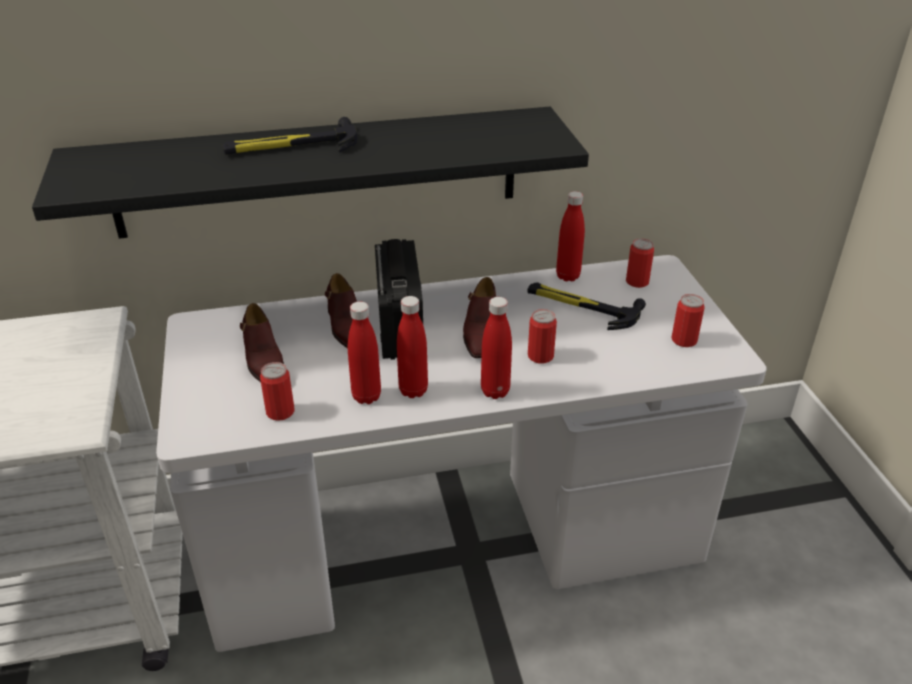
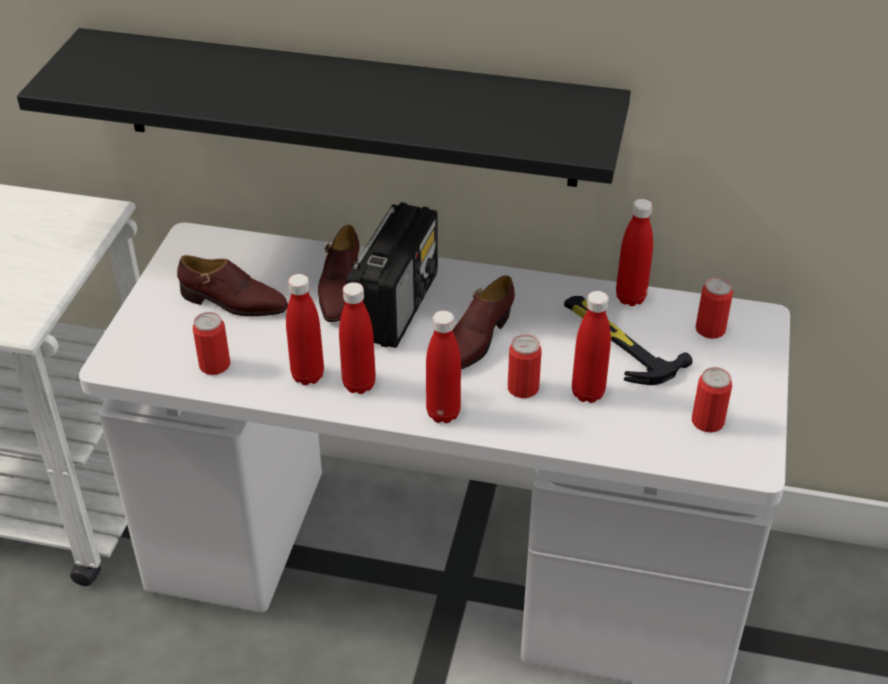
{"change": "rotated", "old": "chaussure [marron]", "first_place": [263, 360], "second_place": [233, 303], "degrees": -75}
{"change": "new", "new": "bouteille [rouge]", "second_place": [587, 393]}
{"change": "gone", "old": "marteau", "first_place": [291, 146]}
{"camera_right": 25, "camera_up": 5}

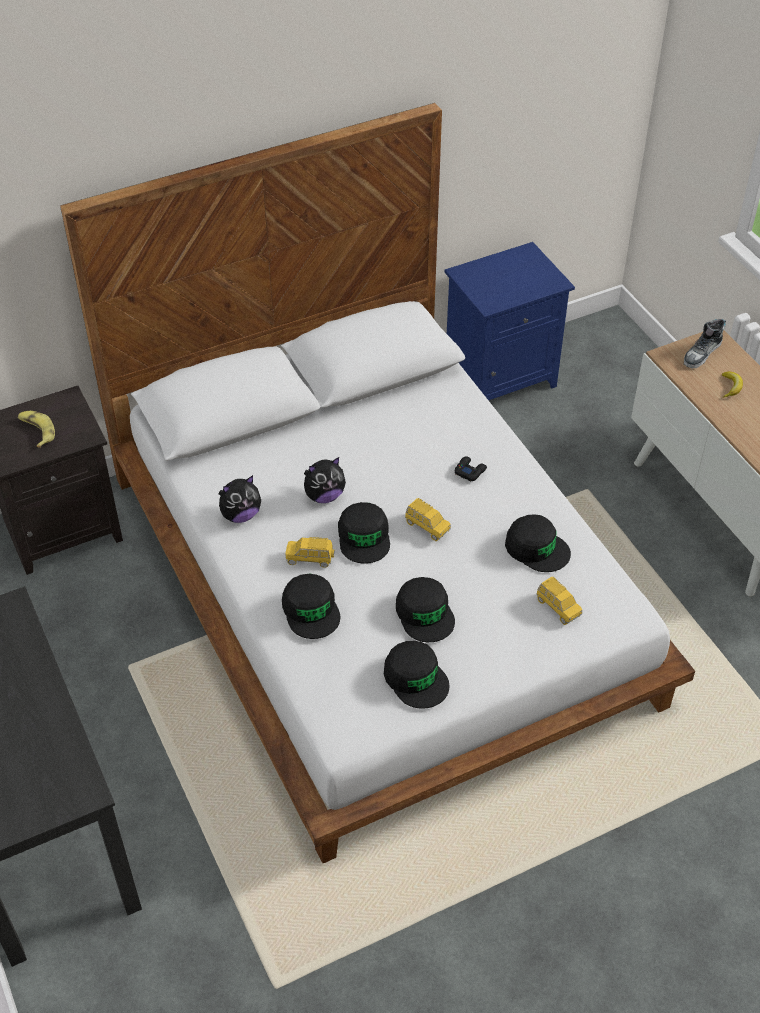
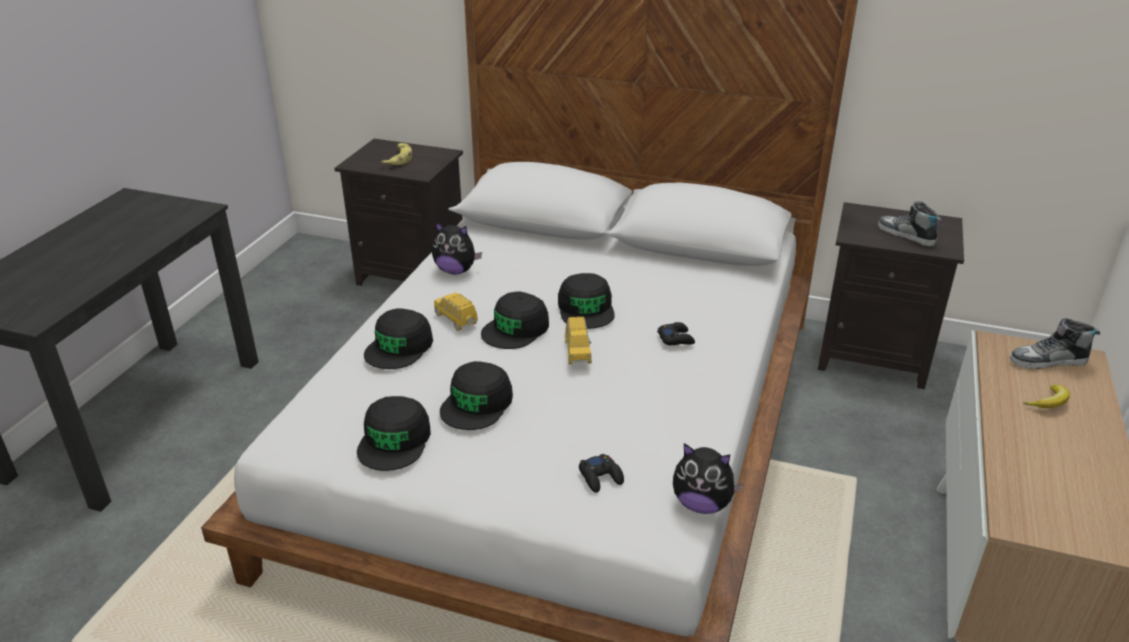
{"change": "shifted", "old": "casquette [noir]", "first_place": [537, 548], "second_place": [586, 309]}
{"change": "swapped", "old": "petite voiture [jaune]", "new": "manette [noir]", "first_place": [558, 607], "second_place": [601, 477]}
{"change": "shifted", "old": "peluche", "first_place": [324, 495], "second_place": [702, 504]}
{"change": "repainted", "old": "table de chevet [bleu]", "new": "table de chevet [noir]", "first_place": [500, 377], "second_place": [874, 356]}
{"change": "new", "new": "chaussure", "second_place": [906, 235]}
{"camera_right": 45, "camera_up": -15}

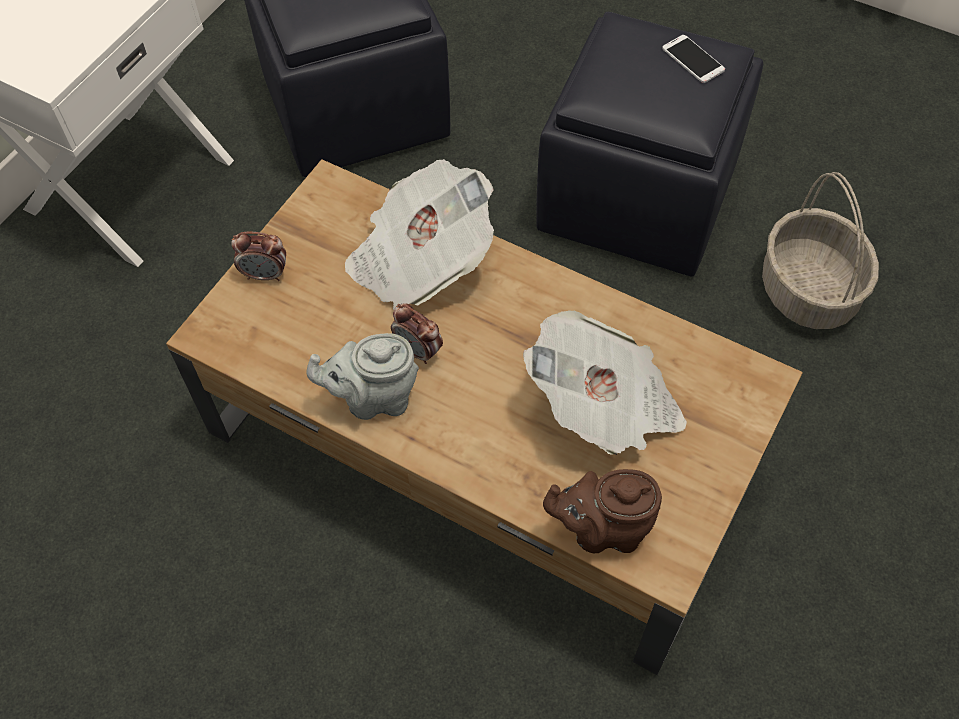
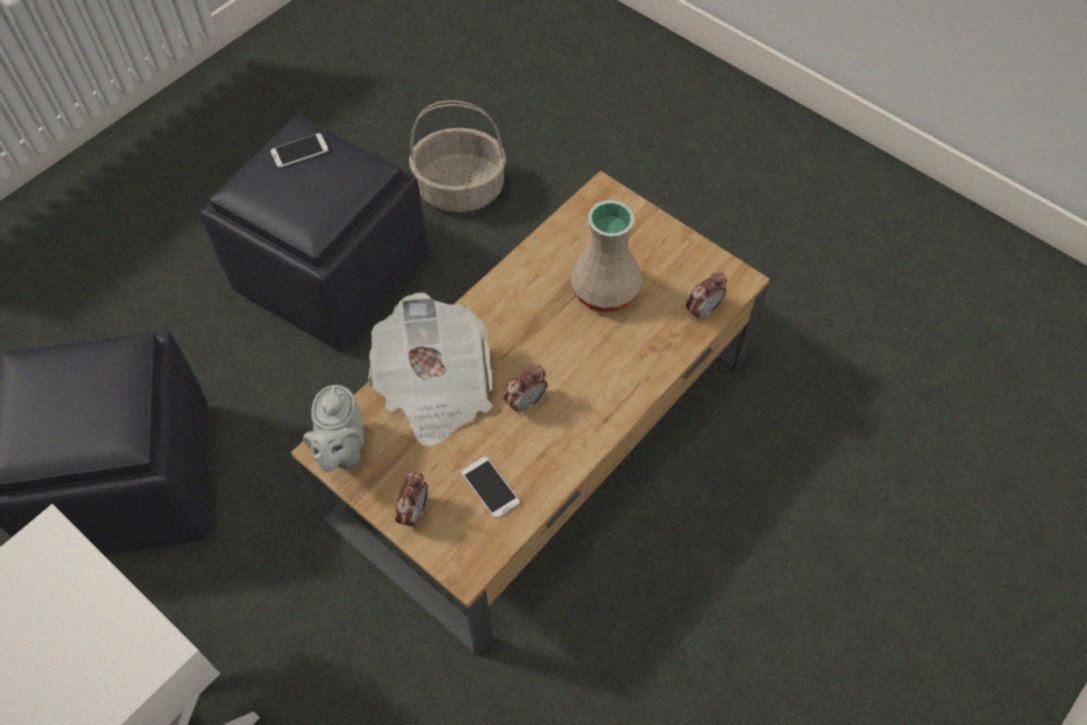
{"change": "shifted", "old": "théière [gris]", "first_place": [374, 398], "second_place": [341, 450]}
{"change": "new", "new": "téléphone", "second_place": [490, 487]}
{"change": "swapped", "old": "journal", "new": "vase [beige]", "first_place": [604, 406], "second_place": [604, 289]}
{"change": "swapped", "old": "théière [marron]", "new": "réveil", "first_place": [602, 529], "second_place": [703, 311]}
{"camera_right": -80, "camera_up": 0}

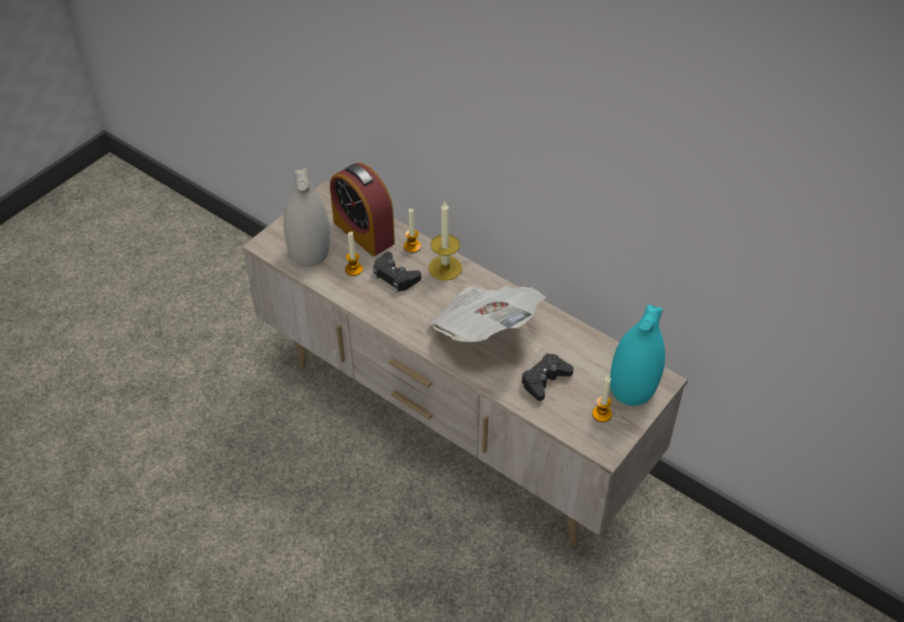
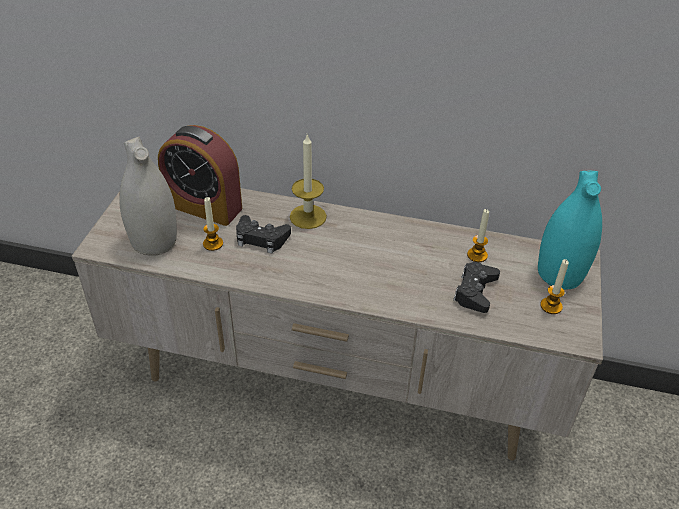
{"change": "shifted", "old": "bougie", "first_place": [412, 246], "second_place": [477, 255]}
{"change": "gone", "old": "journal", "first_place": [485, 329]}
{"camera_right": -25, "camera_up": -5}

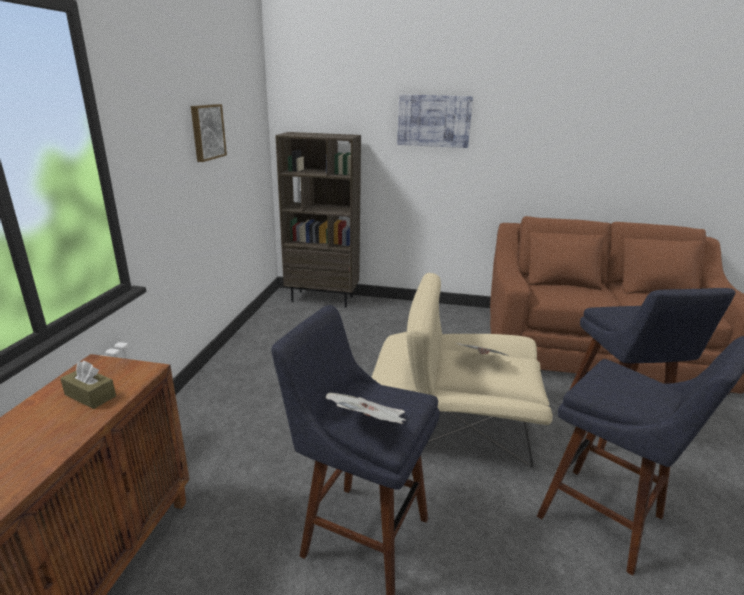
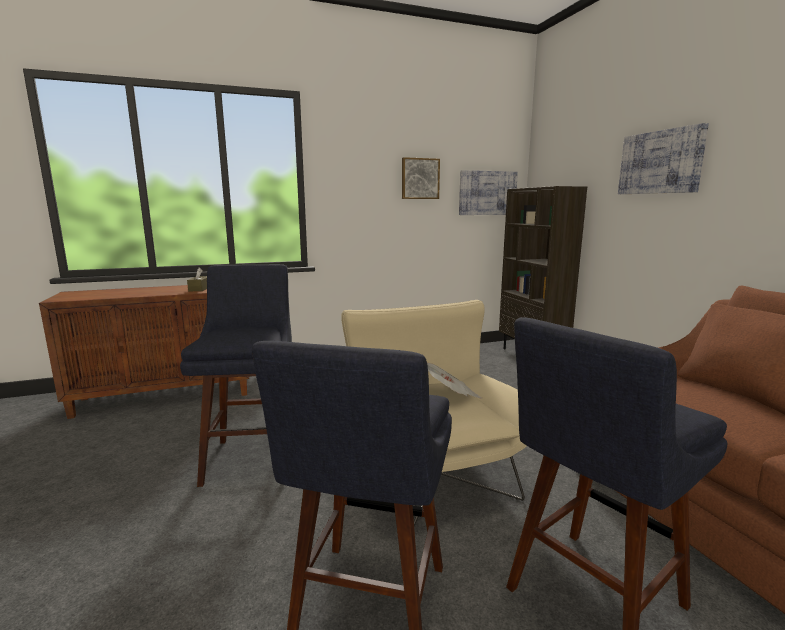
{"change": "new", "new": "tableau", "second_place": [487, 193]}
{"change": "gone", "old": "journal", "first_place": [369, 425]}
{"camera_right": 60, "camera_up": -10}

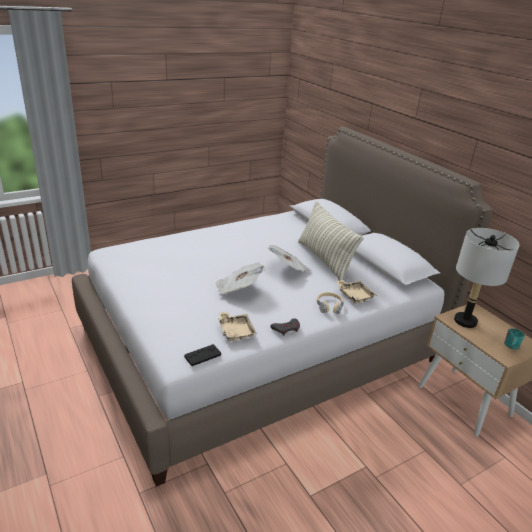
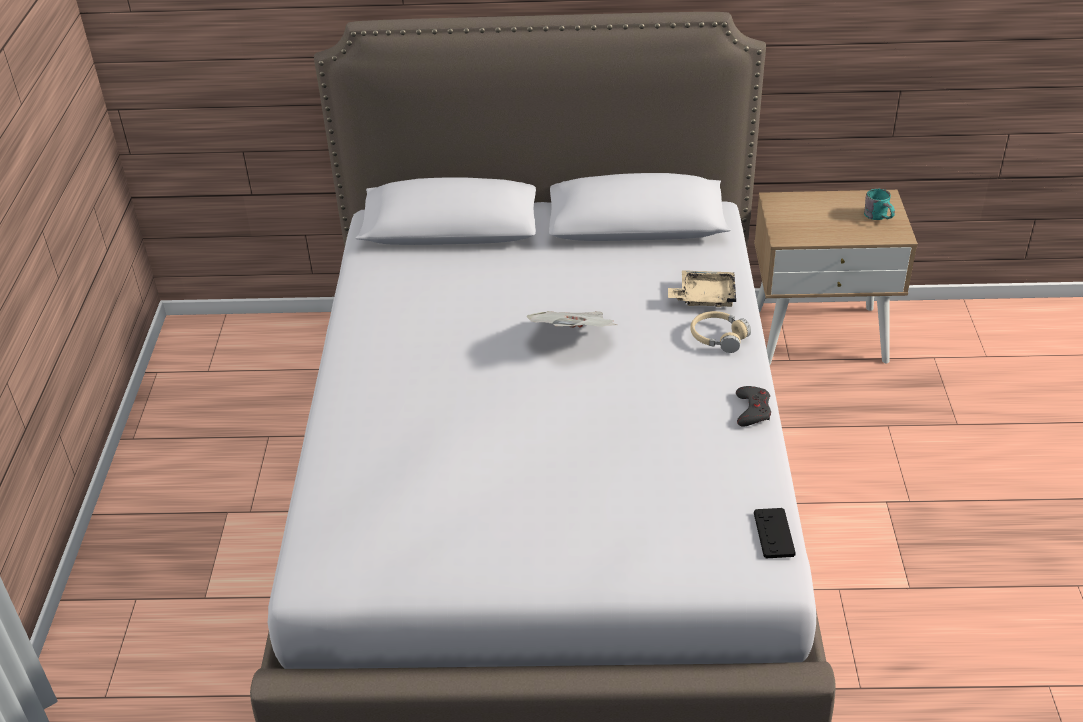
{"change": "gone", "old": "journal", "first_place": [238, 289]}
{"change": "gone", "old": "plateau [beige]", "first_place": [235, 331]}
{"change": "gone", "old": "coussin", "first_place": [324, 260]}
{"change": "gone", "old": "lampe de table [gris]", "first_place": [465, 321]}
{"camera_right": -55, "camera_up": 10}

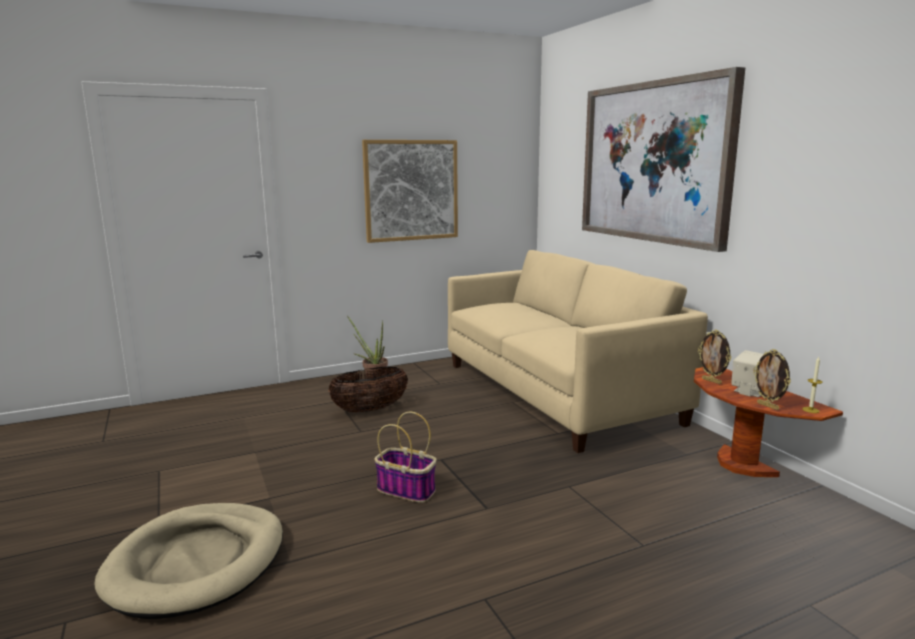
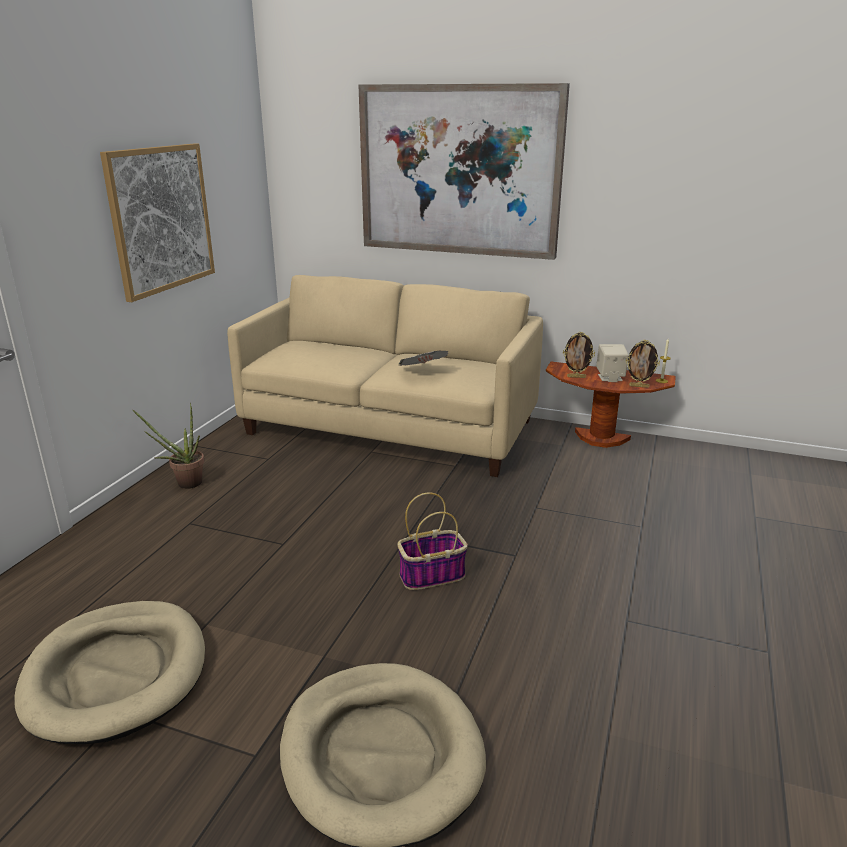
{"change": "new", "new": "panier pour chien [beige]", "second_place": [117, 674]}
{"change": "new", "new": "journal", "second_place": [423, 372]}
{"change": "gone", "old": "panier", "first_place": [370, 410]}
{"camera_right": -45, "camera_up": 10}

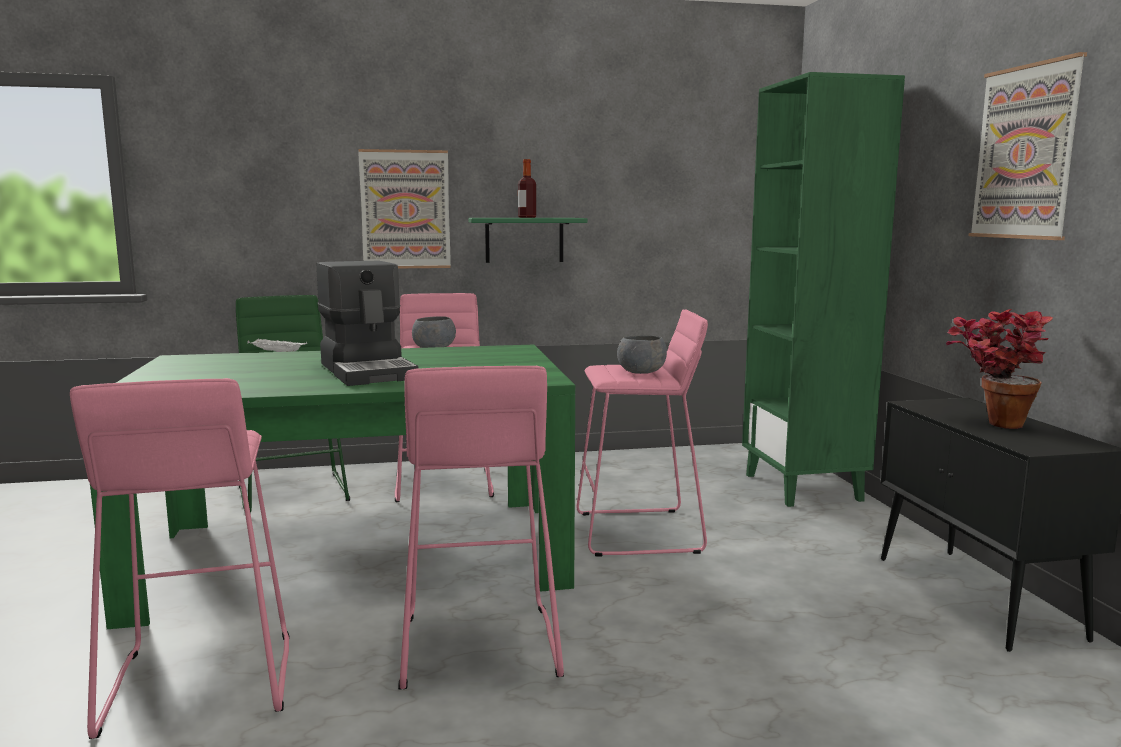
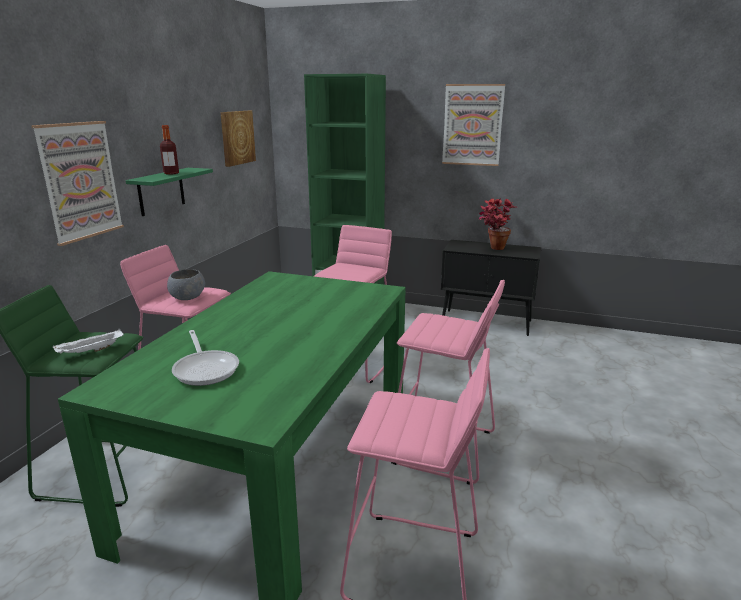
{"change": "new", "new": "poêle", "second_place": [206, 369]}
{"change": "new", "new": "tableau", "second_place": [237, 137]}
{"change": "gone", "old": "machine à café", "first_place": [369, 371]}
{"change": "gone", "old": "bol [gris]", "first_place": [641, 372]}
{"camera_right": -60, "camera_up": 10}

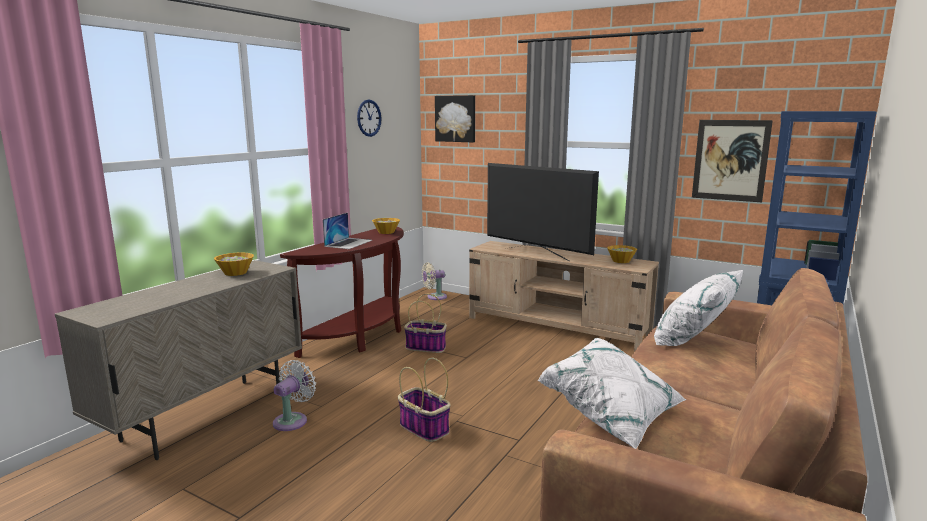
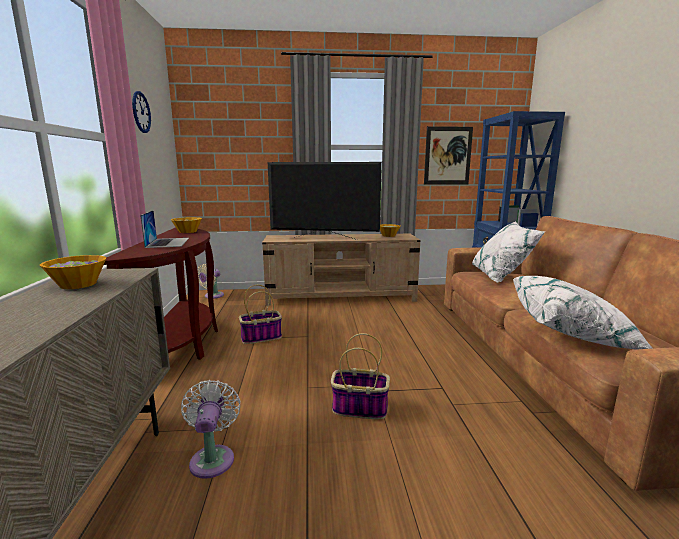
{"change": "gone", "old": "tableau", "first_place": [456, 118]}
{"camera_right": -35, "camera_up": 0}

